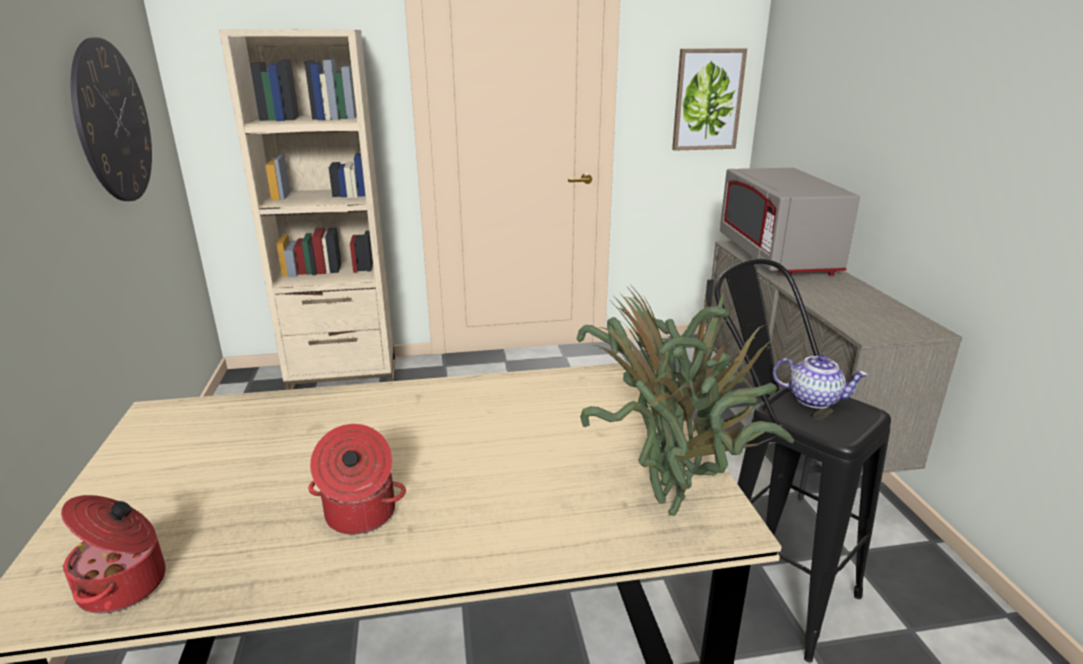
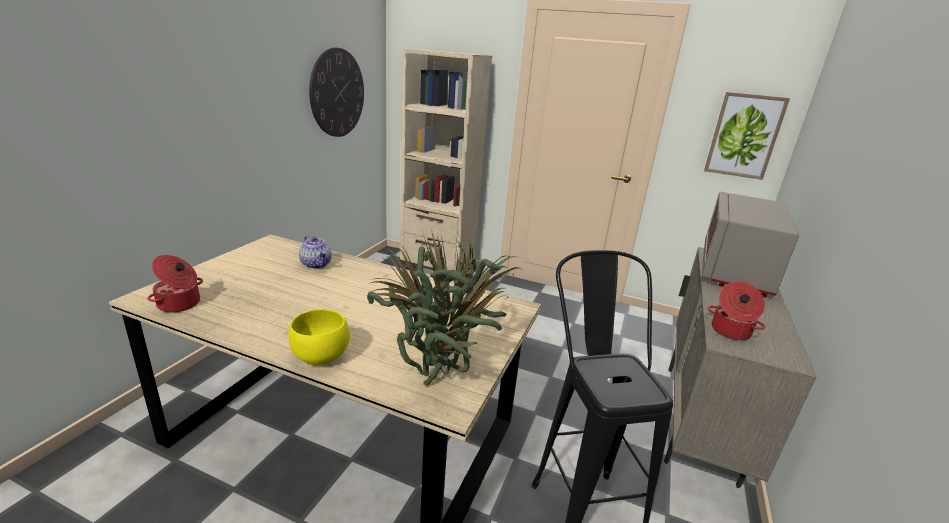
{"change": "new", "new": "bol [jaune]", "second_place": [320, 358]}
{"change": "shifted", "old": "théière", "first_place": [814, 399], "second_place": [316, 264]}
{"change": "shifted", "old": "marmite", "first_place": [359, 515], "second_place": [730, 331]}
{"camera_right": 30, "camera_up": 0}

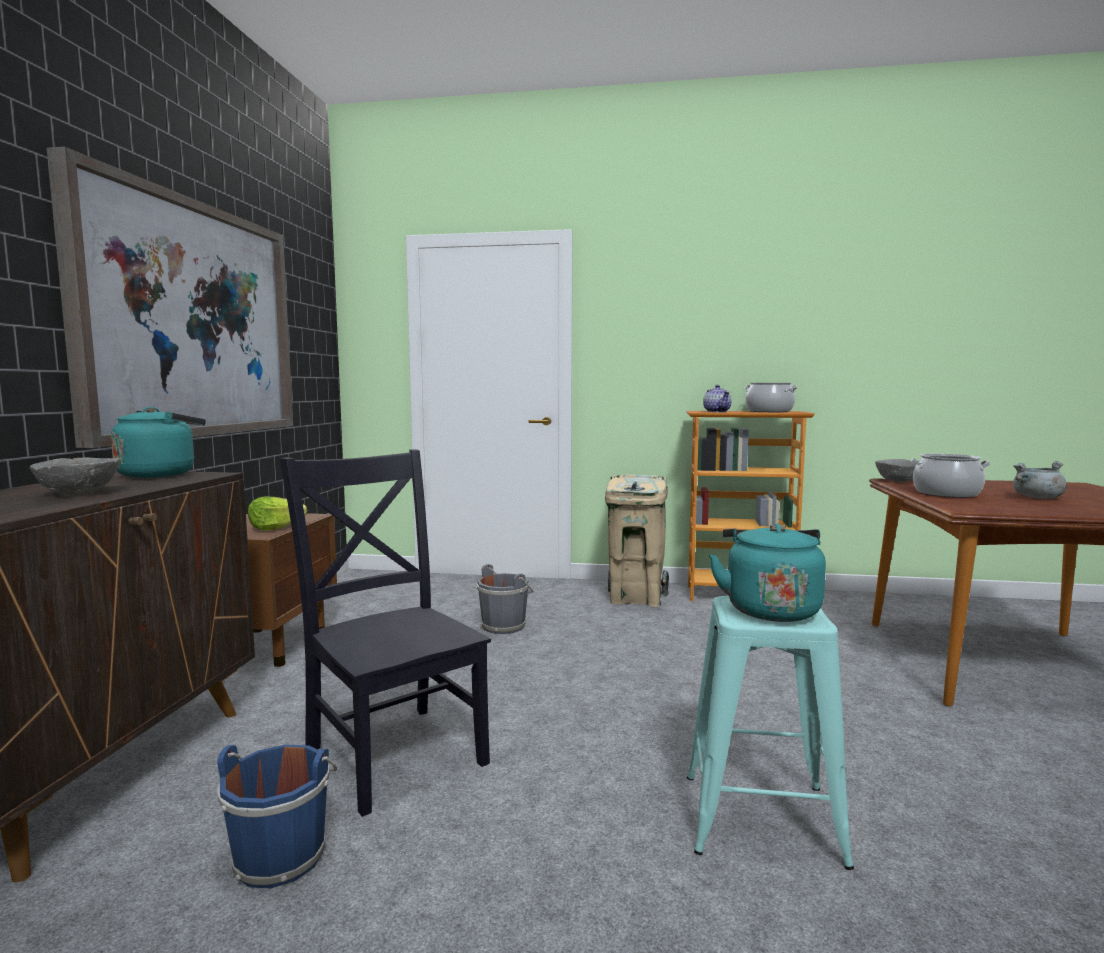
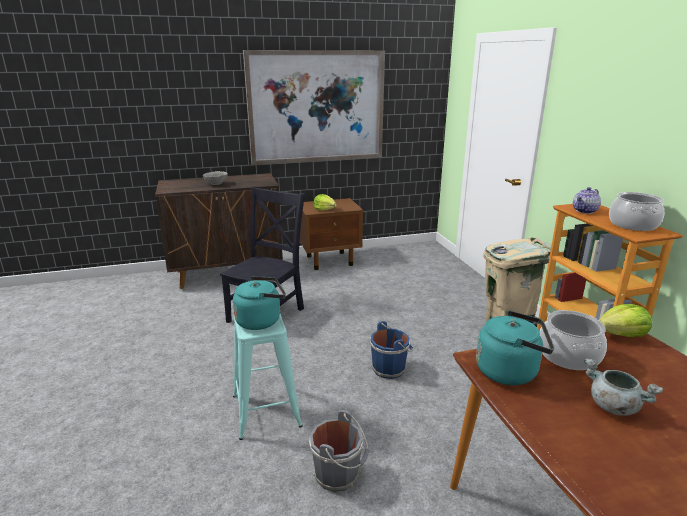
{"change": "shifted", "old": "seau [gris]", "first_place": [505, 625], "second_place": [338, 474]}
{"change": "shifted", "old": "seau [bleu]", "first_place": [281, 854], "second_place": [390, 368]}
{"change": "shifted", "old": "bouilloire [turquoise]", "first_place": [161, 474], "second_place": [510, 371]}
{"change": "swapped", "old": "bol [gris]", "new": "laitue", "first_place": [898, 481], "second_place": [622, 335]}
{"camera_right": 65, "camera_up": 15}

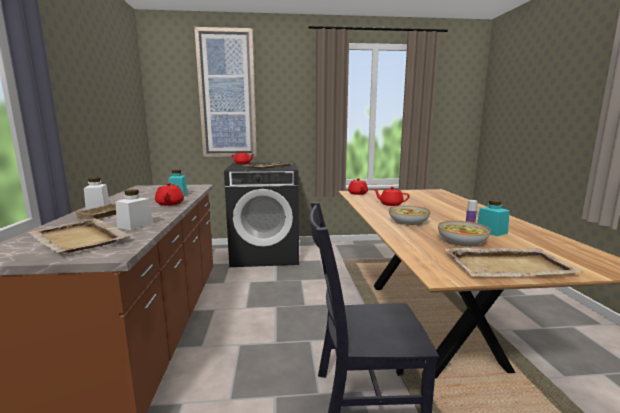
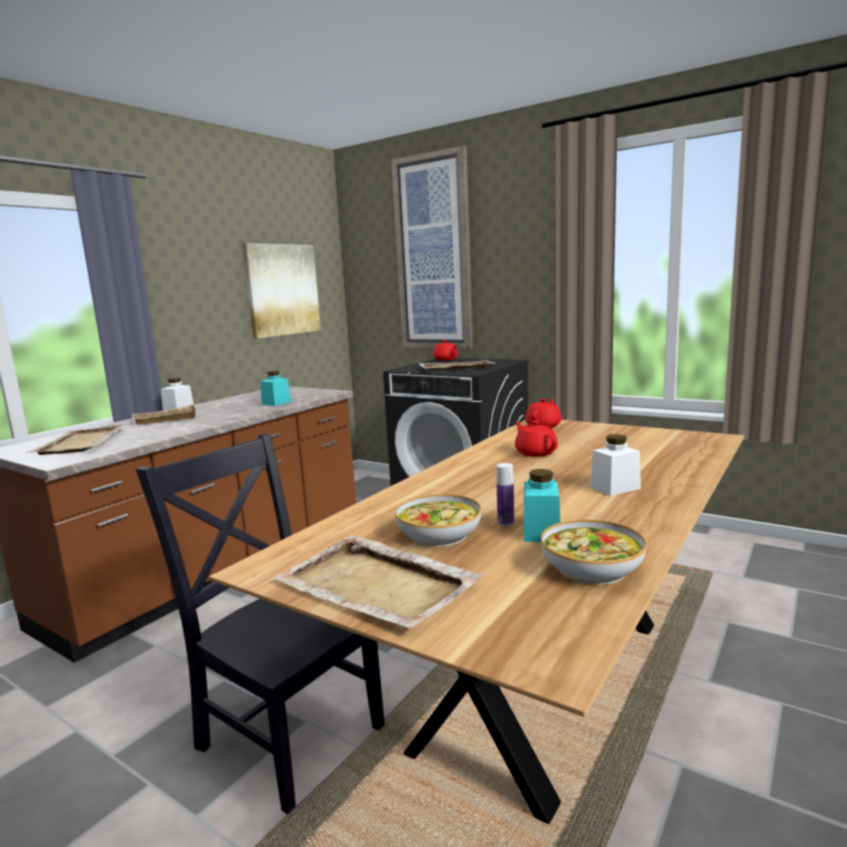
{"change": "new", "new": "tableau", "second_place": [282, 290]}
{"change": "shifted", "old": "bol", "first_place": [408, 222], "second_place": [593, 568]}
{"change": "shifted", "old": "bocal [blanc]", "first_place": [135, 225], "second_place": [615, 488]}
{"change": "gone", "old": "théière [rouge]", "first_place": [170, 203]}
{"camera_right": 40, "camera_up": 0}

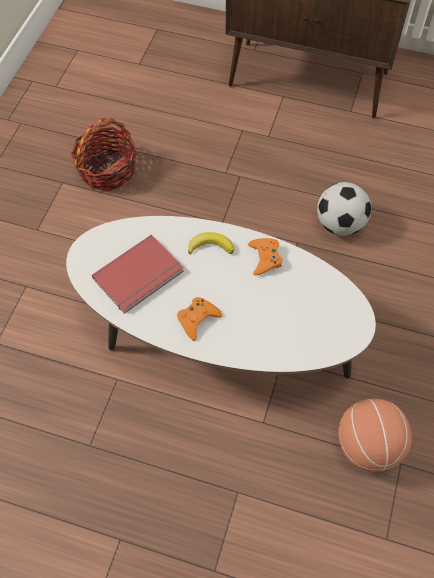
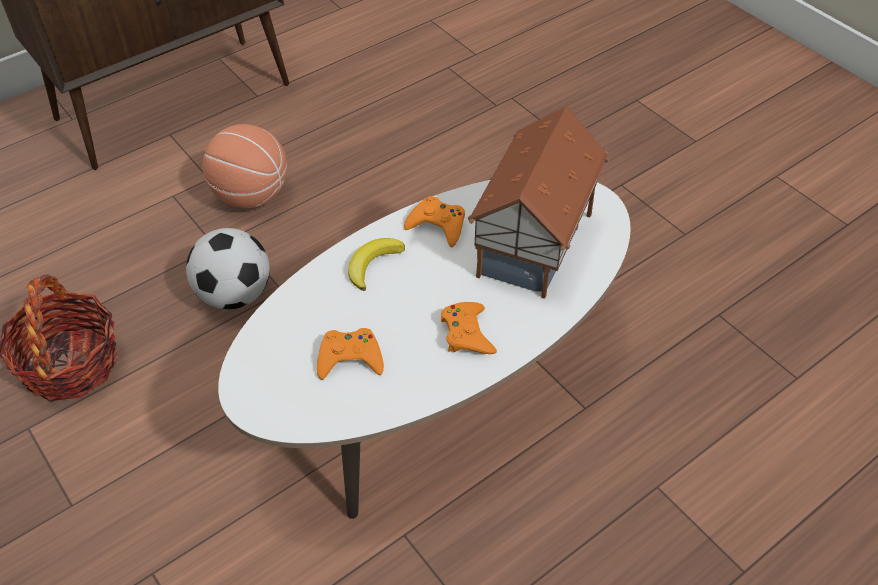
{"change": "shifted", "old": "ballon de foot", "first_place": [339, 224], "second_place": [234, 295]}
{"change": "shifted", "old": "ballon de basket", "first_place": [368, 446], "second_place": [252, 195]}
{"change": "swapped", "old": "livre [rouge]", "new": "manette [orange]", "first_place": [140, 276], "second_place": [350, 358]}
{"change": "new", "new": "maison miniature", "second_place": [536, 245]}
{"camera_right": -55, "camera_up": -10}

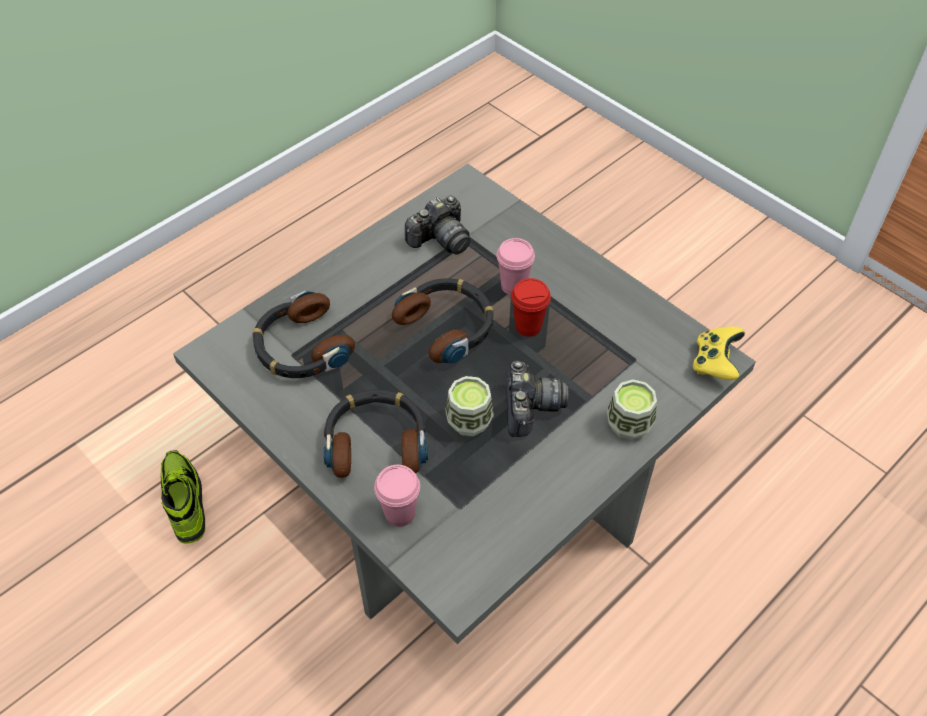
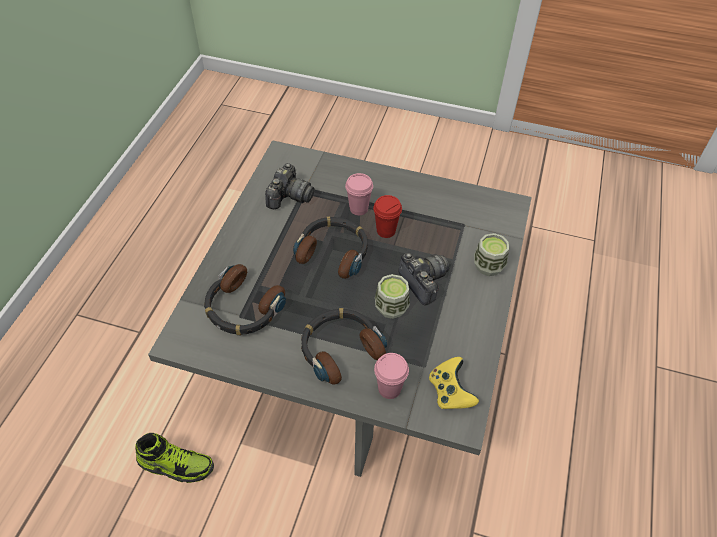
{"change": "rotated", "old": "chaussure", "first_place": [184, 502], "second_place": [176, 464], "degrees": 150}
{"change": "shifted", "old": "manette [jaune]", "first_place": [715, 363], "second_place": [450, 392]}
{"camera_right": -30, "camera_up": 0}

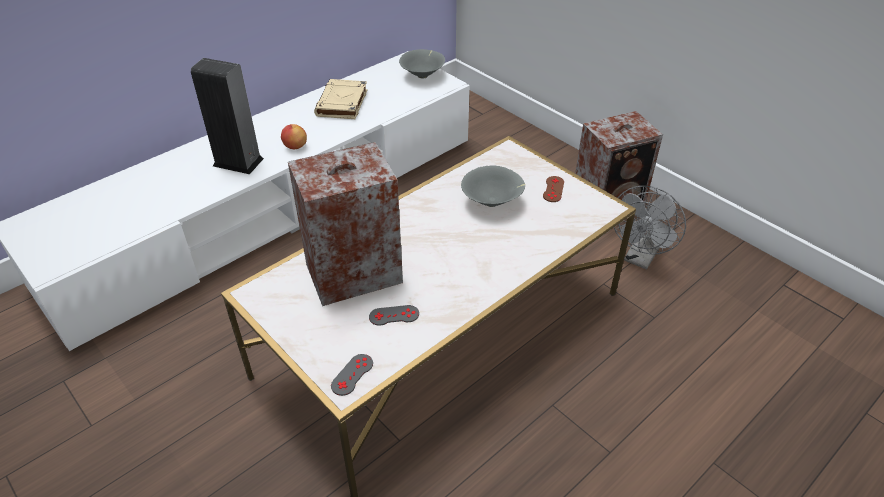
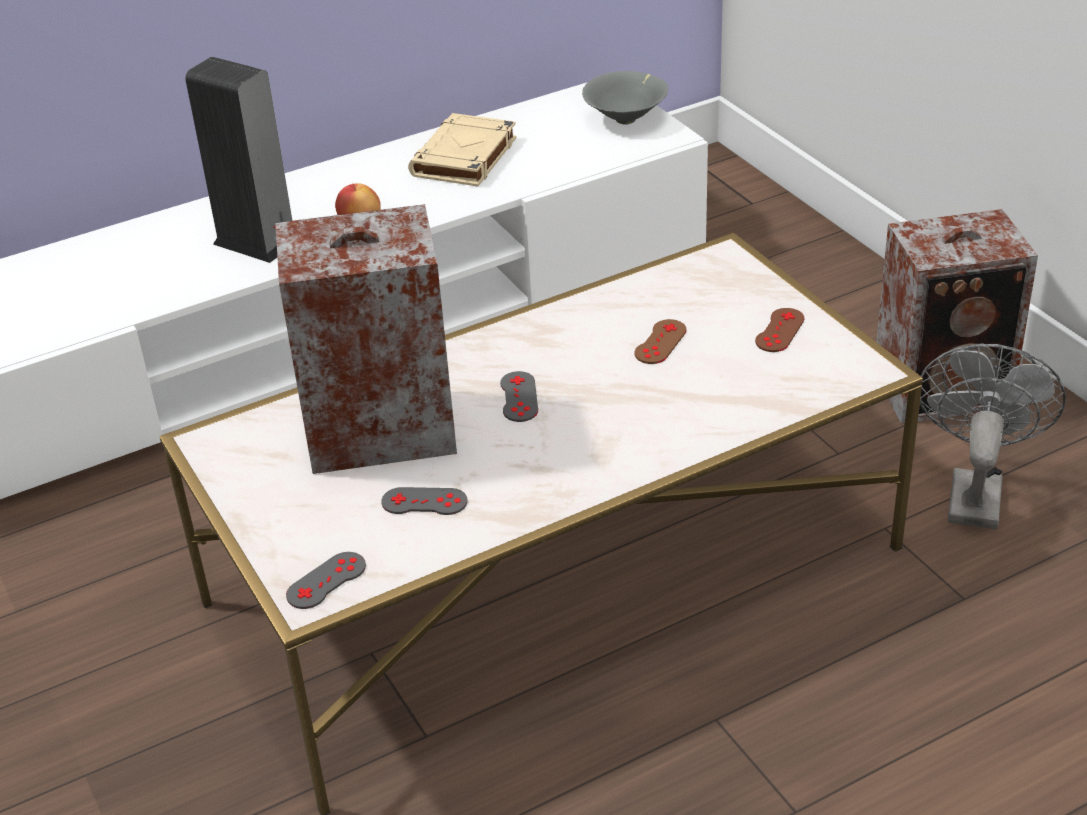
{"change": "new", "new": "manette [gris]", "second_place": [519, 397]}
{"change": "swapped", "old": "bol [gris]", "new": "manette [marron]", "first_place": [493, 202], "second_place": [660, 342]}
{"change": "rotated", "old": "ventilateur [gris]", "first_place": [640, 258], "second_place": [974, 492], "degrees": 150}
{"camera_right": 15, "camera_up": -5}

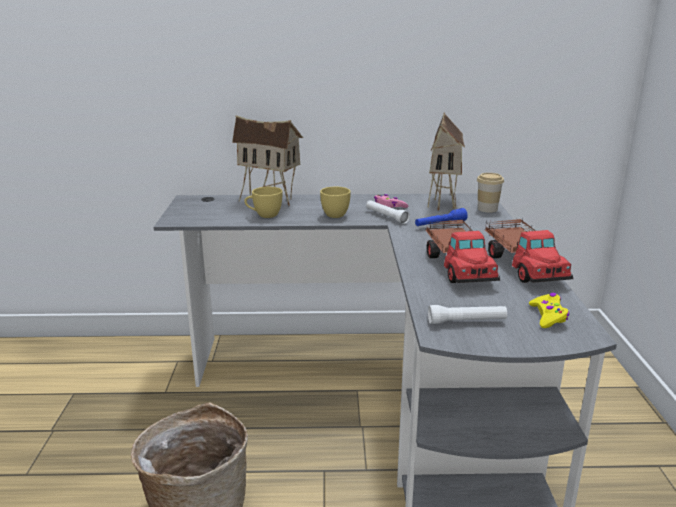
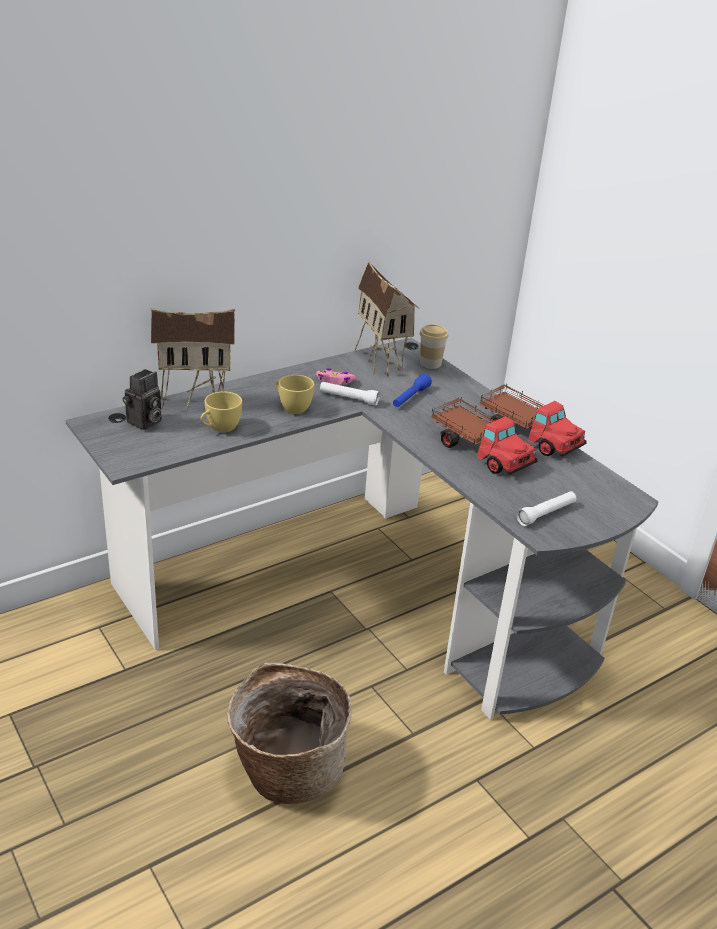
{"change": "new", "new": "appareil photo", "second_place": [144, 422]}
{"change": "gone", "old": "manette [jaune]", "first_place": [548, 316]}
{"camera_right": -35, "camera_up": 10}

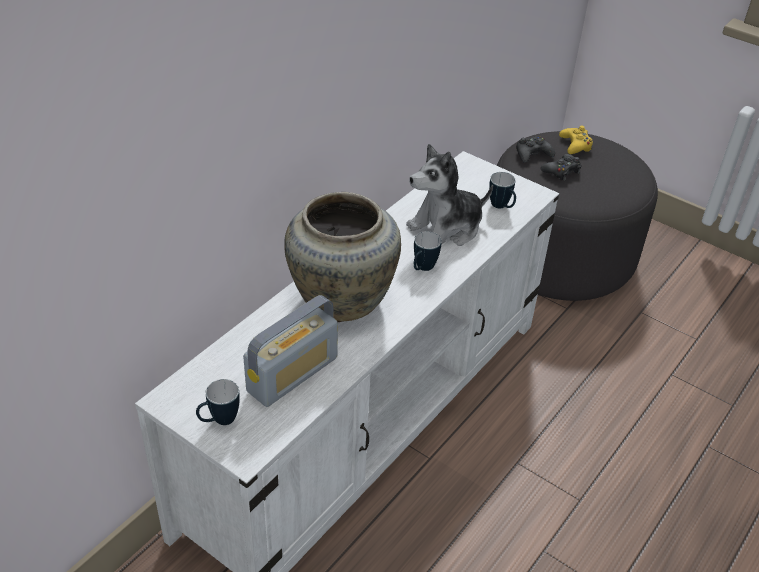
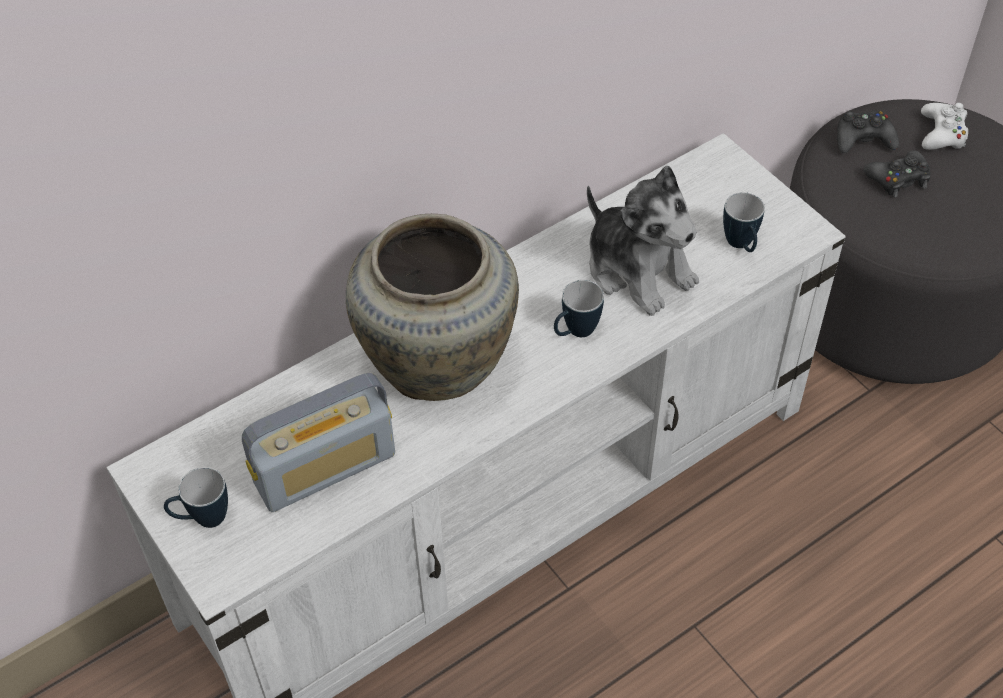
{"change": "rotated", "old": "peluche", "first_place": [446, 229], "second_place": [638, 270], "degrees": -120}
{"change": "repainted", "old": "manette [jaune]", "new": "manette [blanc]", "first_place": [575, 145], "second_place": [942, 133]}
{"camera_right": 20, "camera_up": 10}

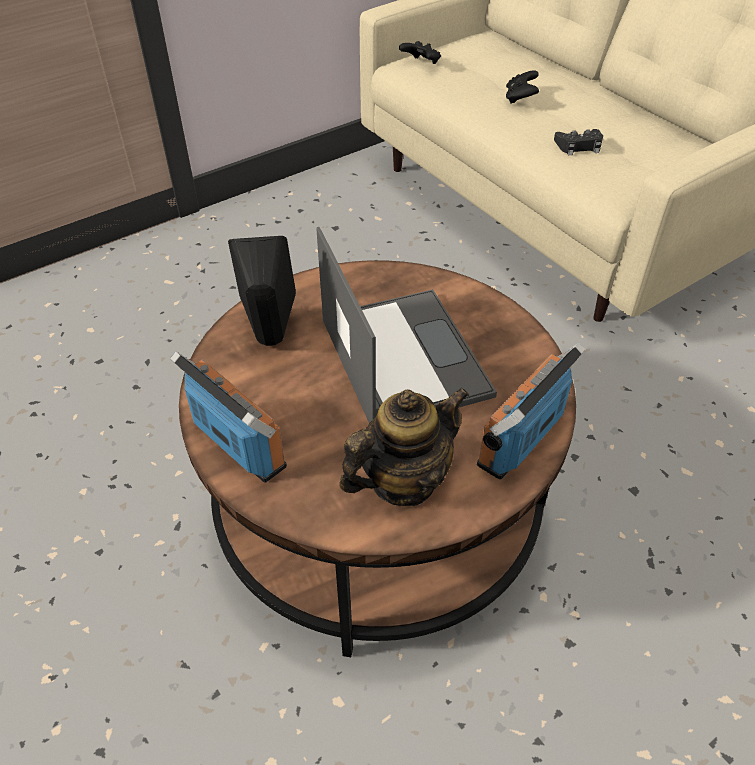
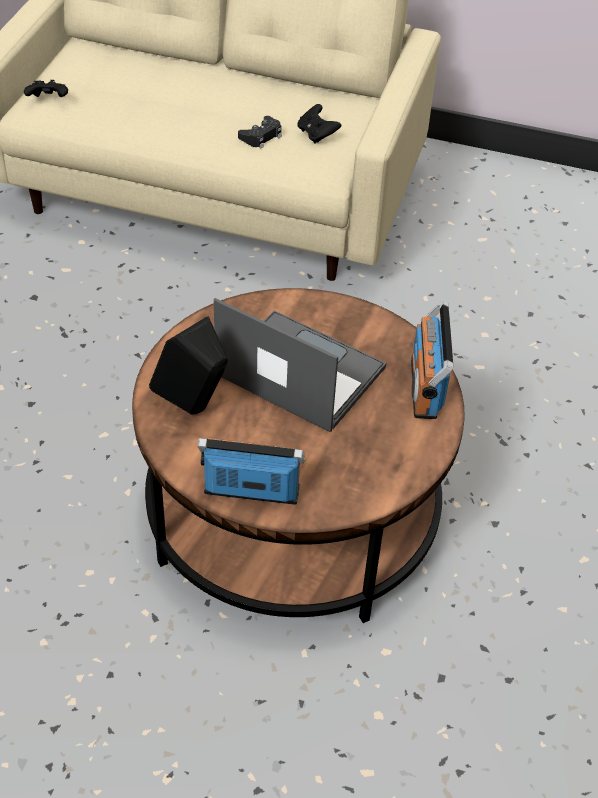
{"change": "shifted", "old": "manette [noir]", "first_place": [520, 98], "second_place": [317, 134]}
{"change": "gone", "old": "théière", "first_place": [402, 480]}
{"camera_right": -40, "camera_up": 0}

